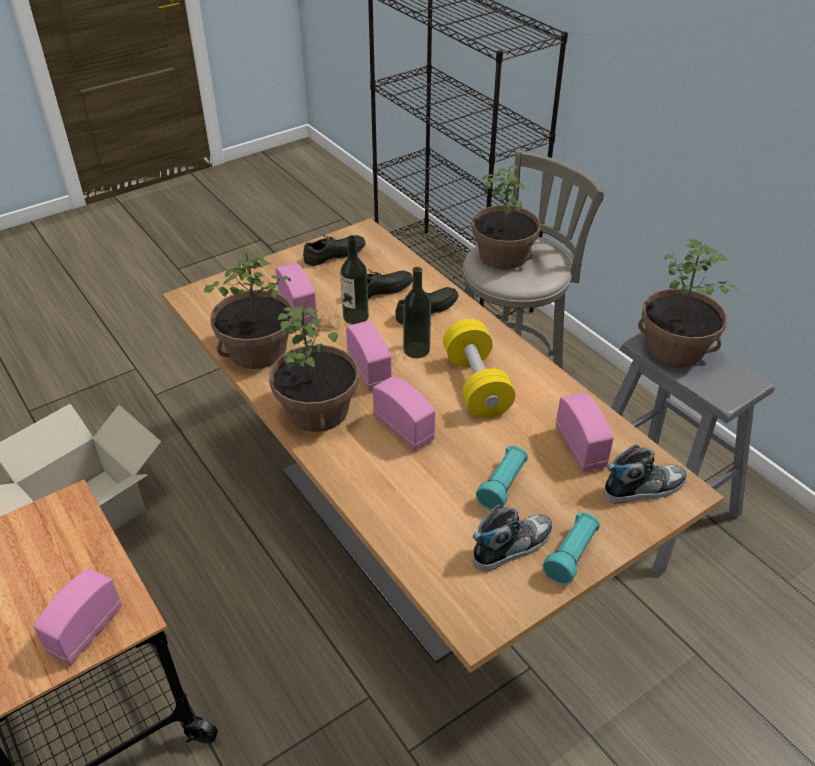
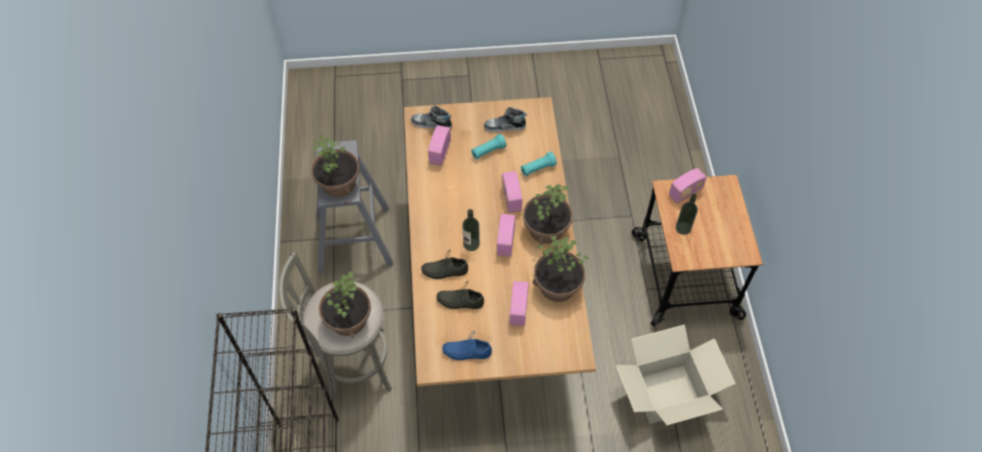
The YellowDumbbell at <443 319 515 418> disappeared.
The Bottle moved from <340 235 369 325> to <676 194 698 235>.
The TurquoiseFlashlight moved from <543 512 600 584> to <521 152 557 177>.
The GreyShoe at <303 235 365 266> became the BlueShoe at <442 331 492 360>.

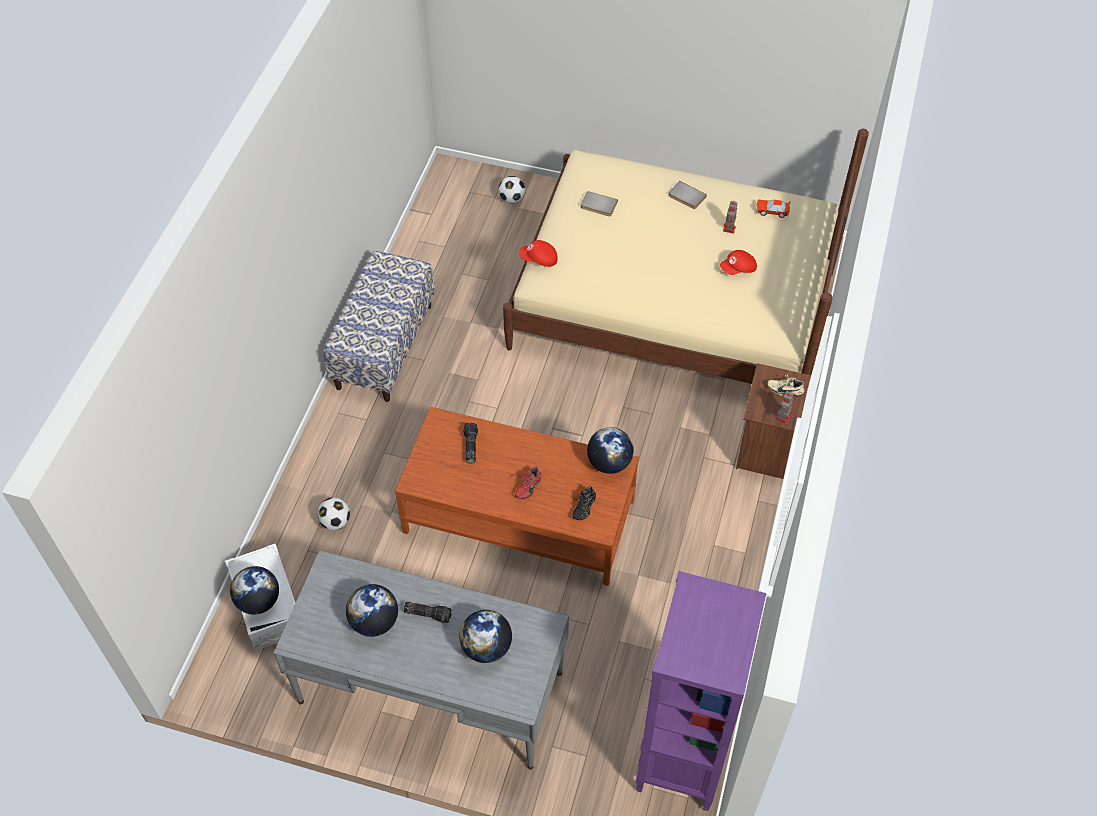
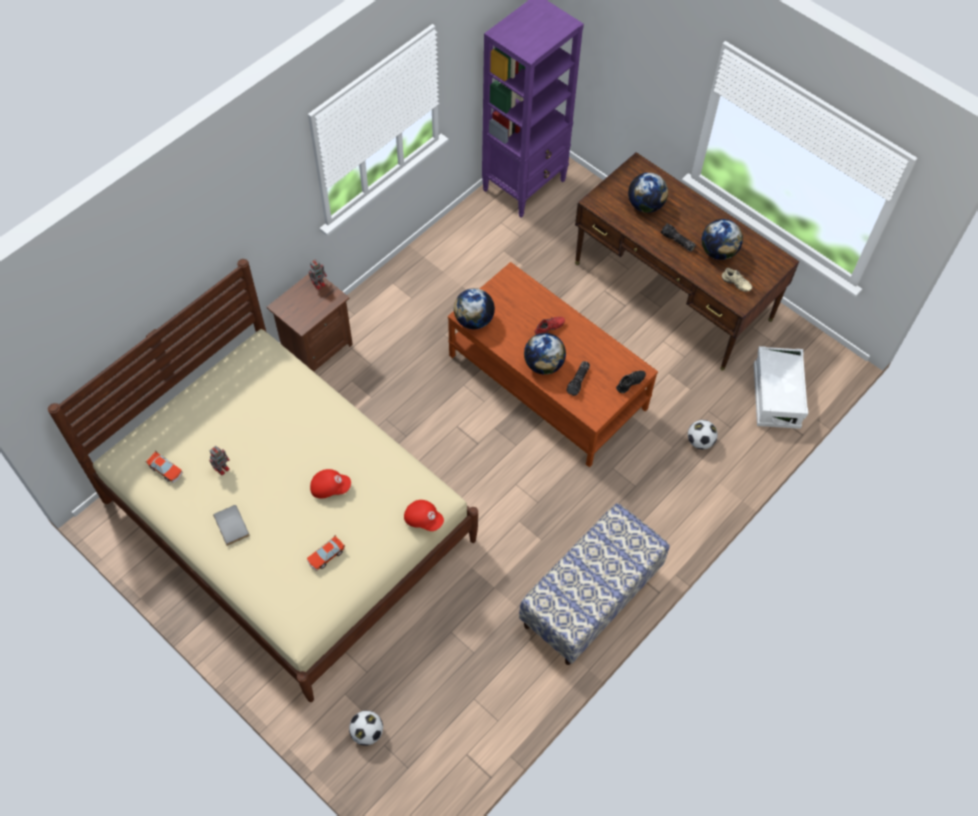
The Globe moved from <230 566 279 615> to <524 333 566 375>.
The BlackShoe moved from <572 486 596 520> to <616 371 646 393>.
The RedCap moved from <720 250 757 275> to <310 469 351 498>.
The BeigeShoe moved from <768 374 805 397> to <722 268 752 292>.
The GreyBook at <580 191 618 216> was replaced by the ToyCar at <307 535 345 571>.
The GreyDesk at <274 550 569 770> became the BrownDesk at <575 152 799 371>.

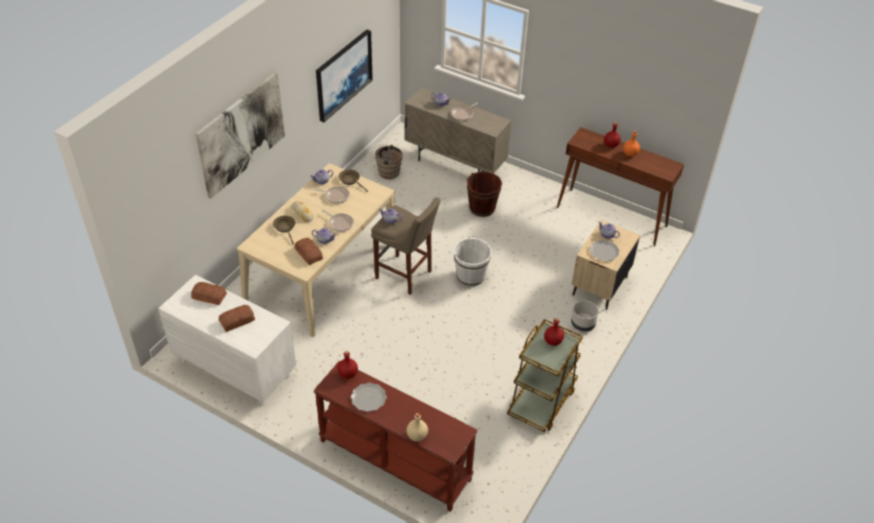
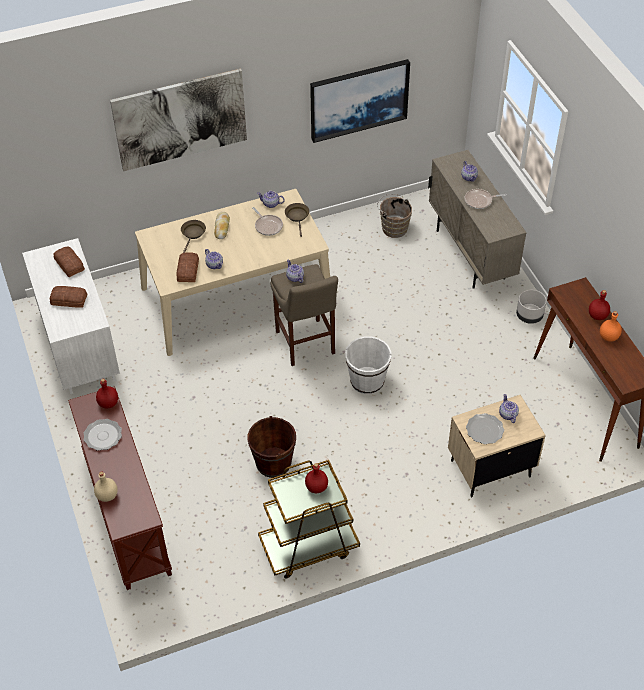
The FryingPan at <322 210 354 232> disappeared.
The BrownBucket moved from <467 171 502 217> to <248 416 296 478>.
The GreyPlanter moved from <571 300 599 332> to <516 290 547 324>.

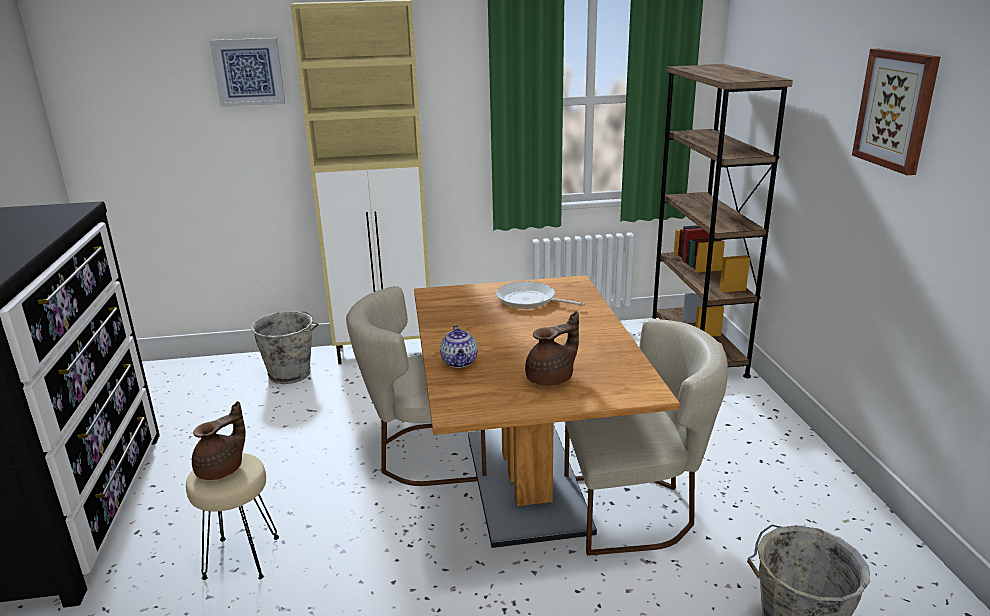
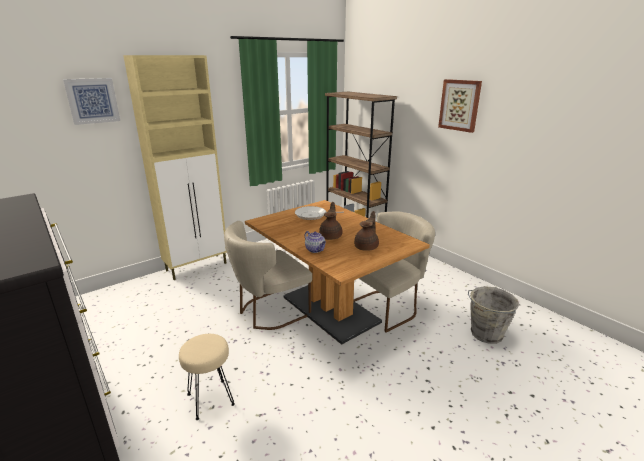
The GreyBucket at <251 311 319 384> disappeared.
The BrownTeapot moved from <192 401 245 480> to <319 202 342 240>.

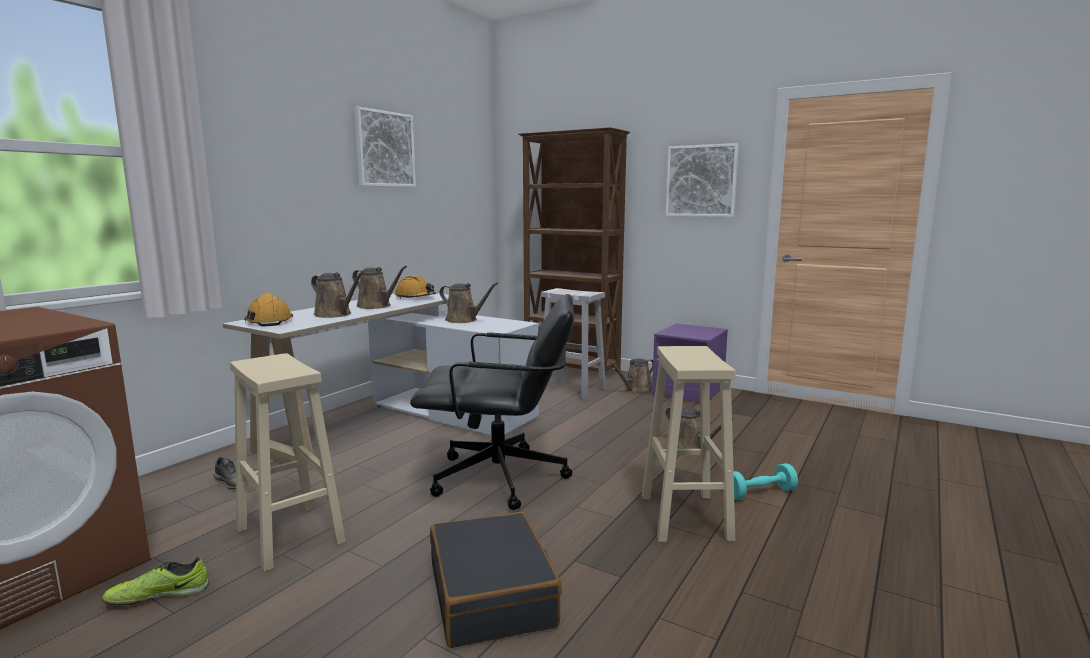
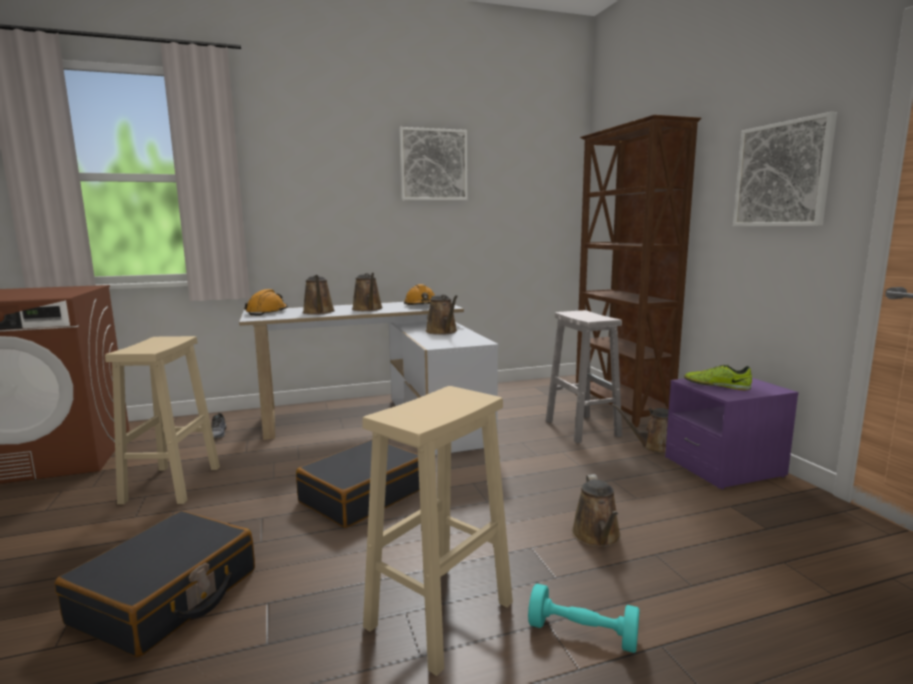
The Shoe moved from <102 557 209 606> to <684 365 752 390>.
The BlackOfficeChair at <410 294 574 510> was replaced by the BlackSuitcase at <296 439 419 528>.

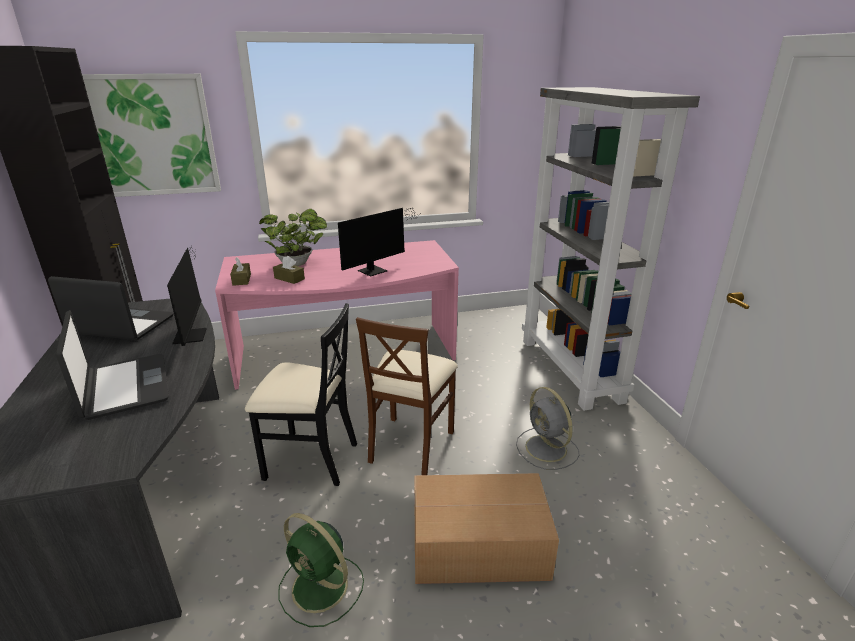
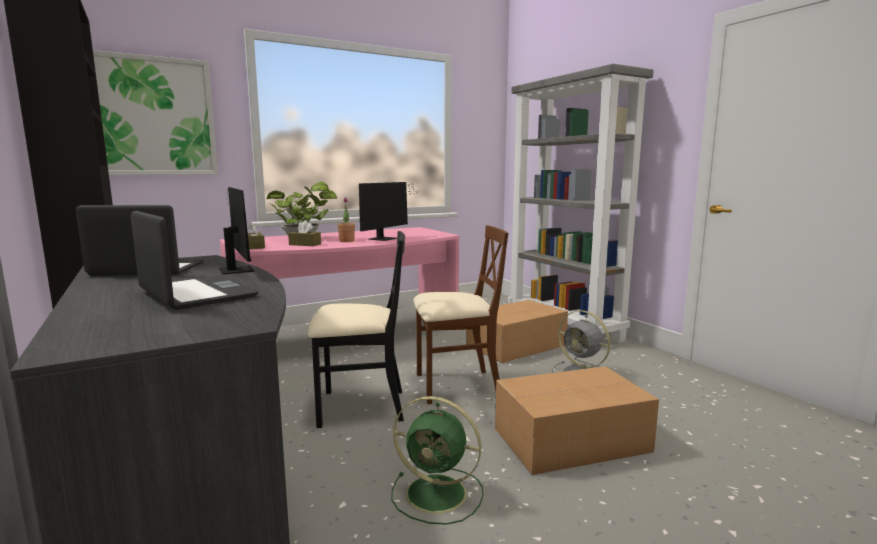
The PottedPlant at <337 197 355 242> appeared.
The CardboardBox at <466 300 568 363> appeared.
The BrownChair at <356 317 458 475> turned 105 degrees counterclockwise.

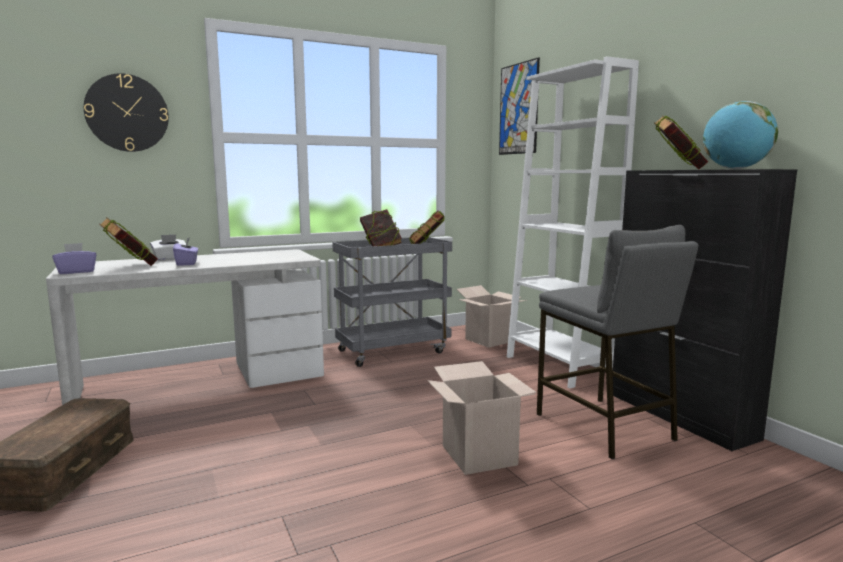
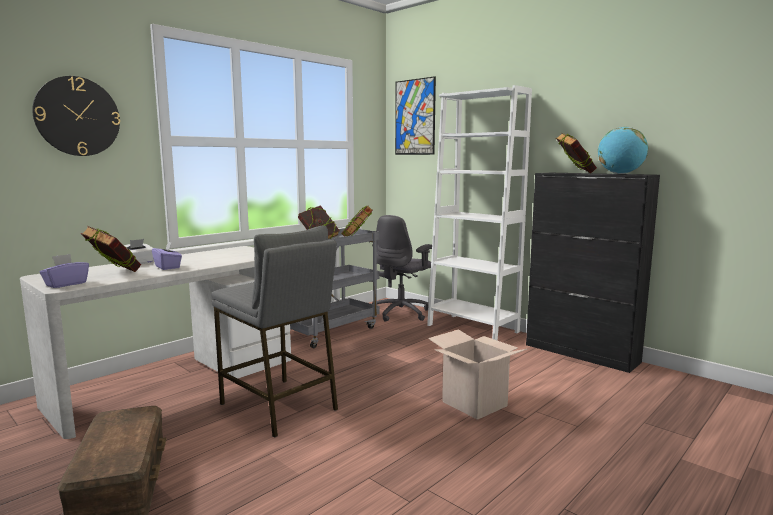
The GreyStool moved from <537 225 698 459> to <211 225 338 438>.
The CardboardBox at <457 285 527 348> was replaced by the GreyOfficeChair at <372 215 432 322>.

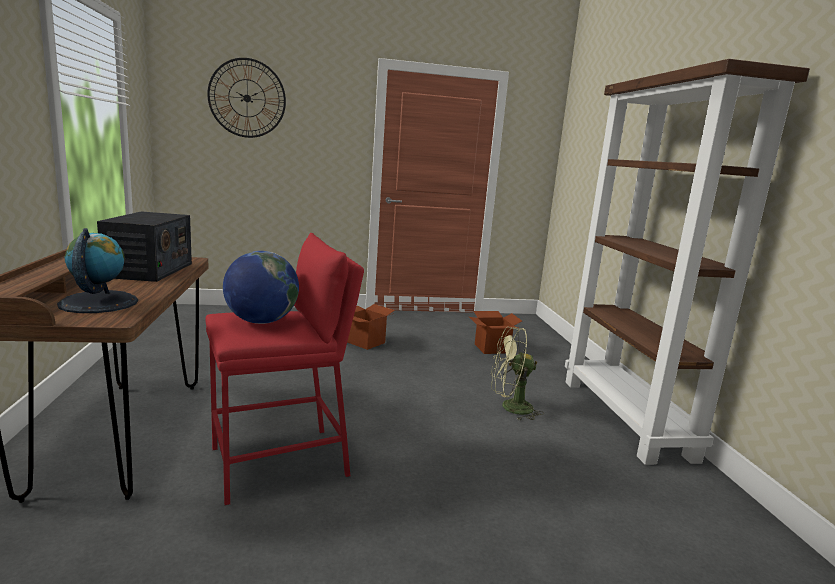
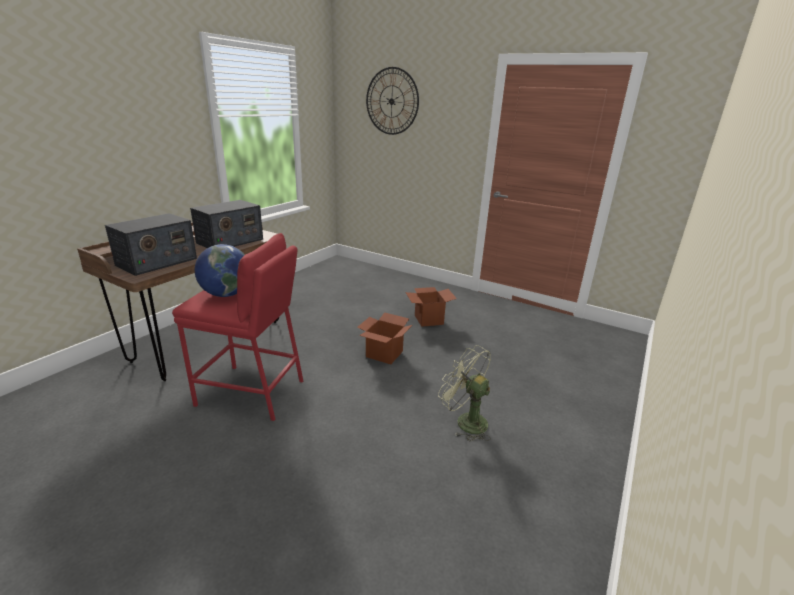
The BrownBookcase at <565 59 810 465> disappeared.
The CardboardBox moved from <469 311 522 354> to <357 312 412 364>.
The Globe at <57 228 138 313> was replaced by the Radio at <105 213 197 276>.

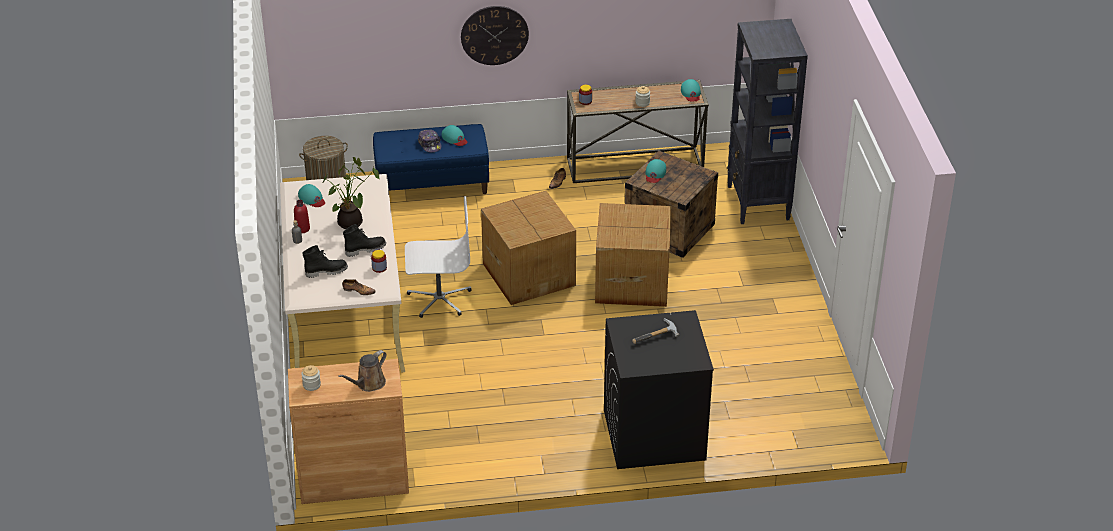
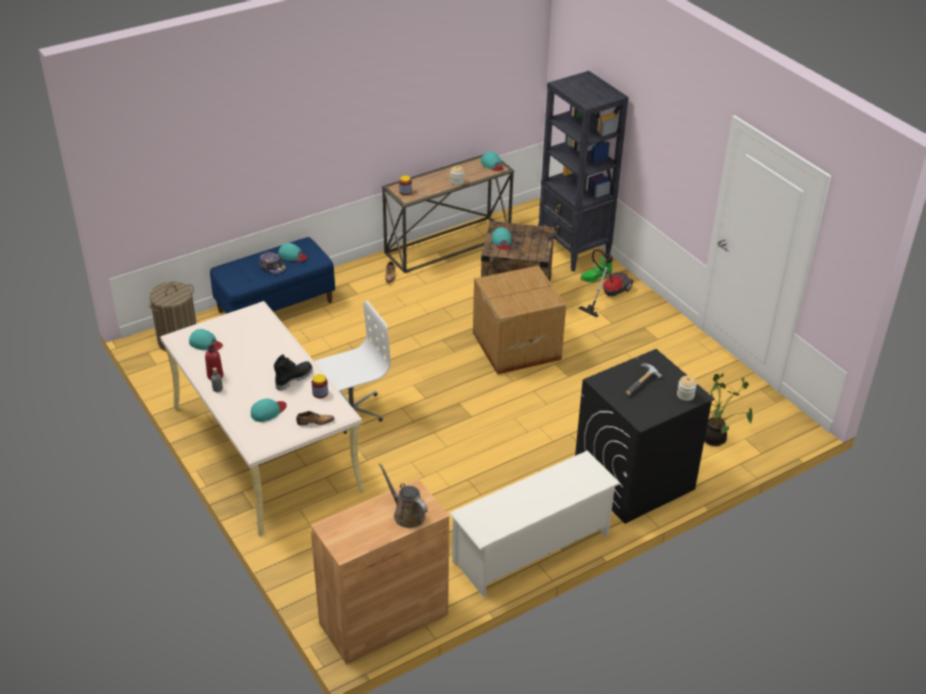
The WallClock at <461 6 529 65> disappeared.
The CardboardBox at <481 191 576 305> disappeared.
The WhiteShoeRack at <450 450 621 597> appeared.
The VacuumCleaner at <579 249 634 318> appeared.
The GreenBoot at <581 254 613 282> appeared.
The Jar moved from <301 365 321 391> to <677 376 697 401>.
The PottedPlant moved from <323 157 379 229> to <704 373 753 446>.
The BlackBoot at <302 245 348 278> was replaced by the TurquoiseCap at <251 399 287 422>.
The BrownWateringCan at <338 350 386 392> turned 120 degrees clockwise.

